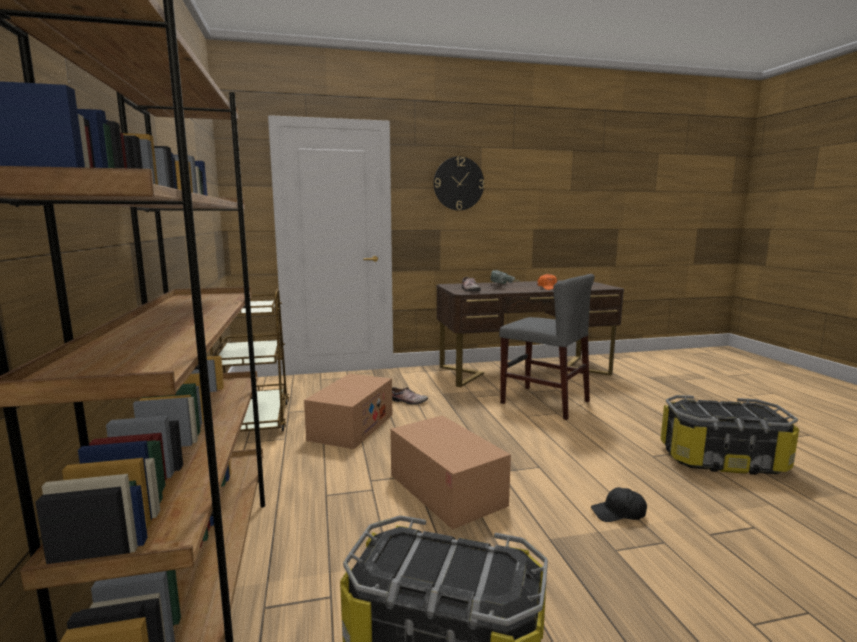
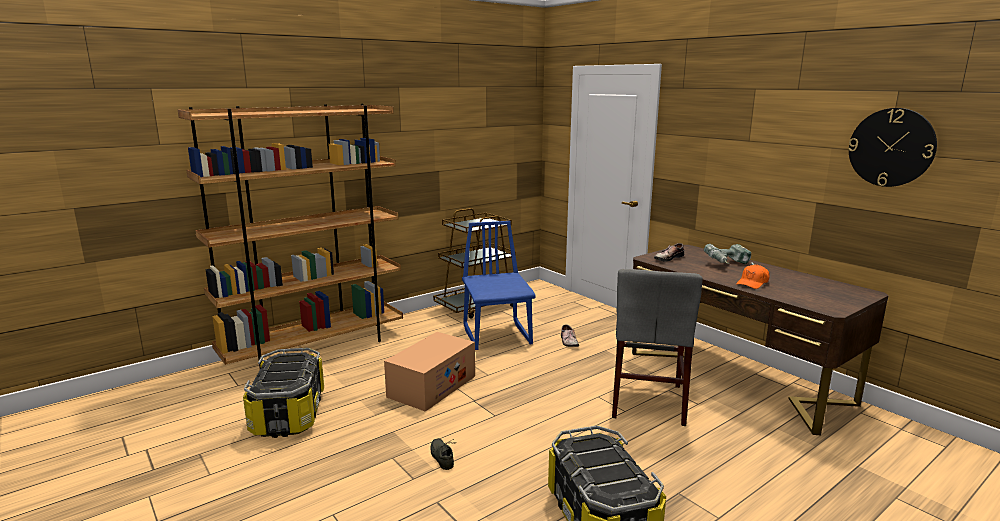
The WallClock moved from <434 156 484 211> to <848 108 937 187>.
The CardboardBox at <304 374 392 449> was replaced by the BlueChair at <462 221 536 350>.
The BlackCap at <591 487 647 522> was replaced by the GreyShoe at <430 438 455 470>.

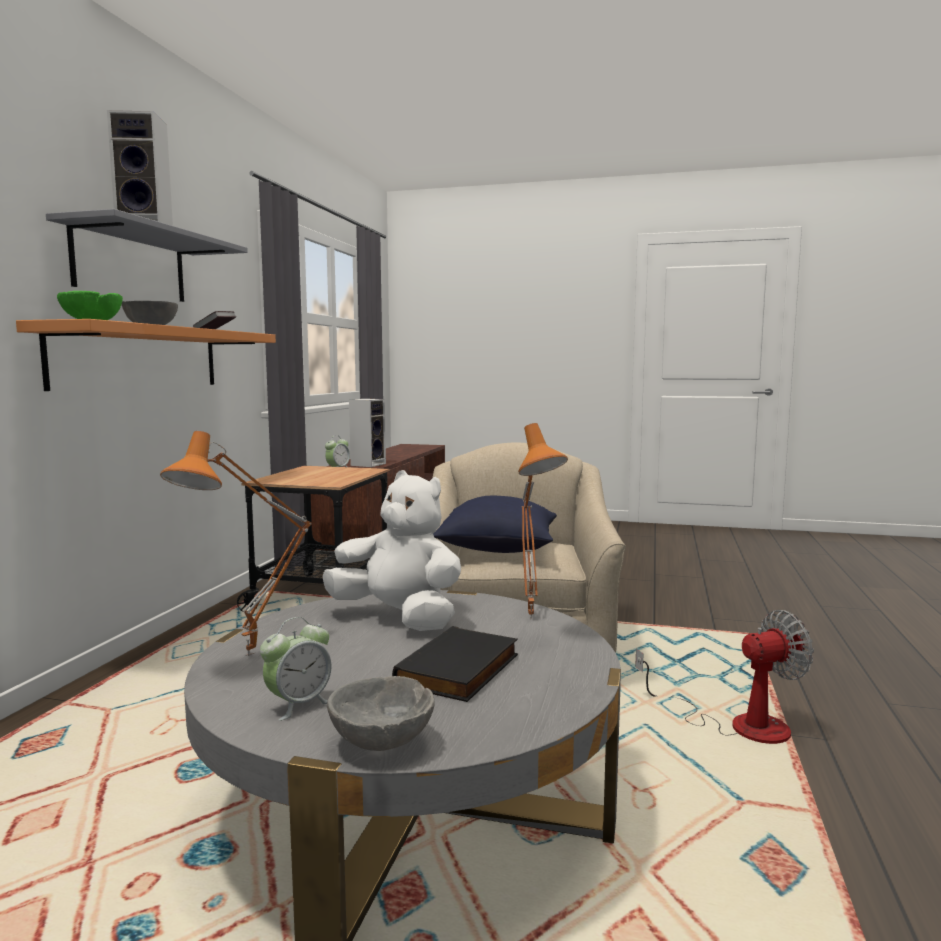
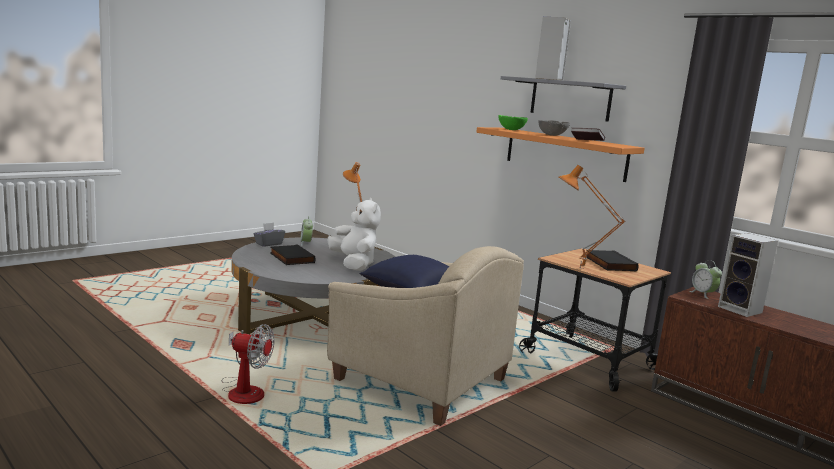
The BlackBook at <586 250 638 272> appeared.
The OrangeTableLamp moved from <518 423 568 620> to <559 165 626 269>.
The GreyBowl at <327 676 435 751> was replaced by the GreyTissueBox at <254 222 285 247>.
The WhitePlushToy at <323 470 461 631> turned 90 degrees counterclockwise.
The Fan at <635 610 814 744> turned 90 degrees counterclockwise.

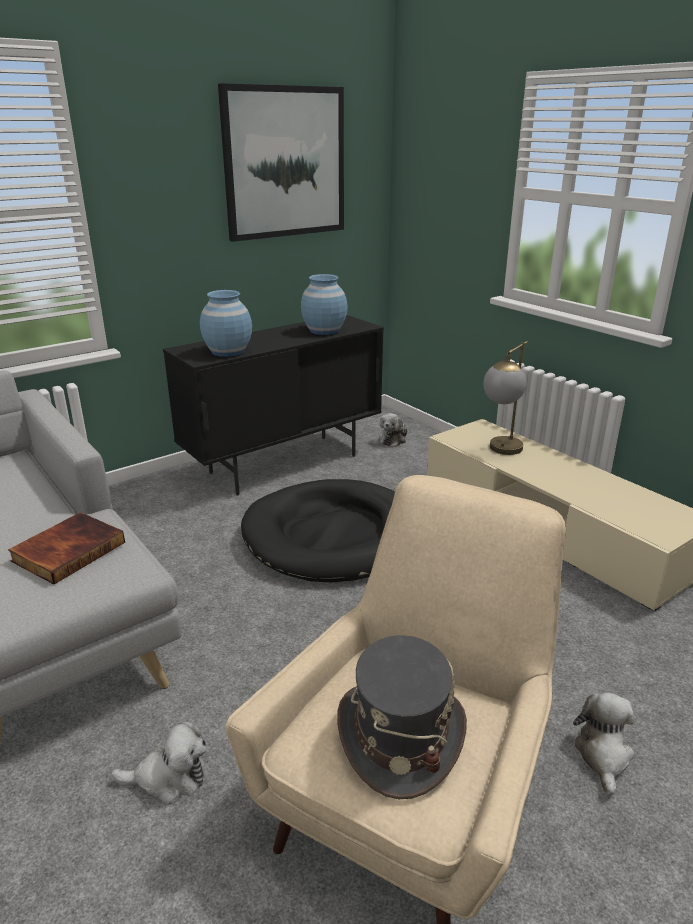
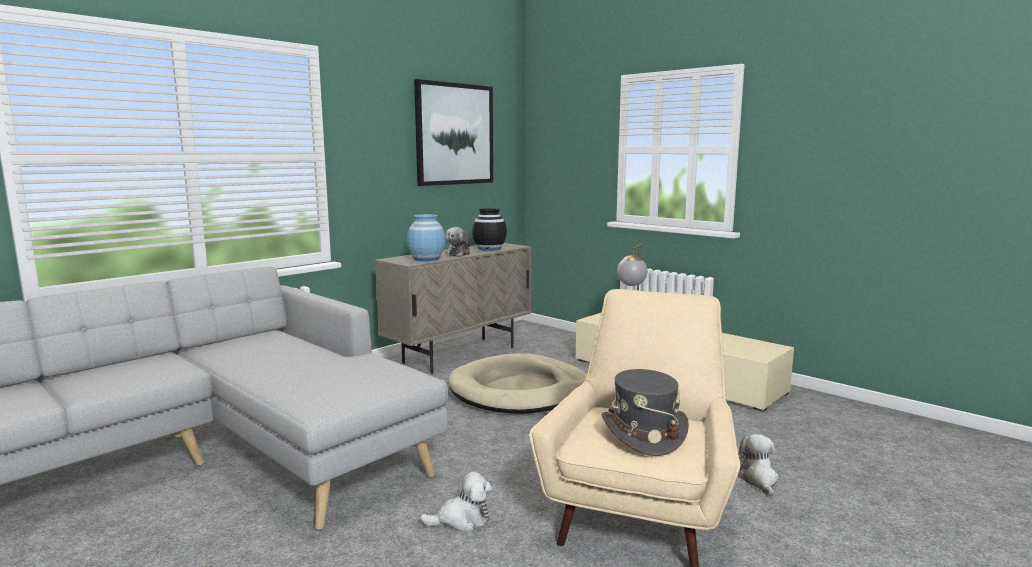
The Book at <8 512 125 584> disappeared.
The PlushToy moved from <379 413 408 447> to <445 227 471 257>.
The BlackCabinet at <163 315 384 496> became the BeigeCabinet at <375 243 531 374>.
The BlackDogBed at <241 479 395 582> became the BeigeDogBed at <449 354 587 414>.
The BlueVase at <301 274 348 335> became the BlackVase at <472 208 507 251>.

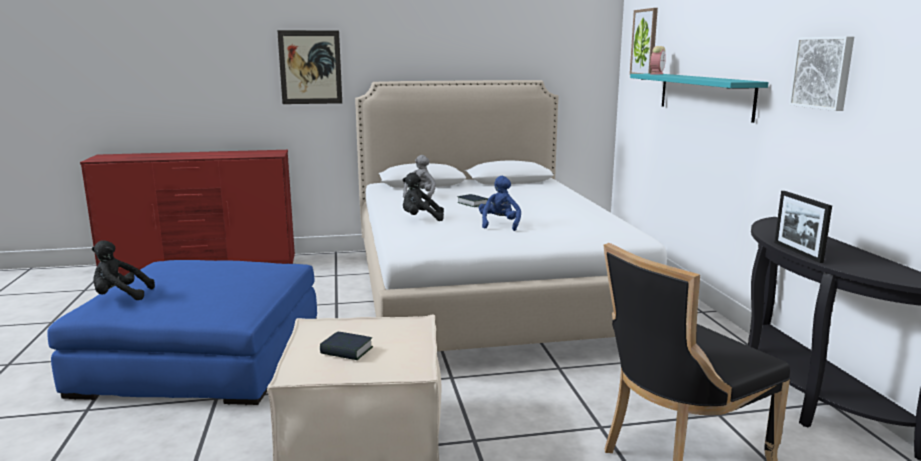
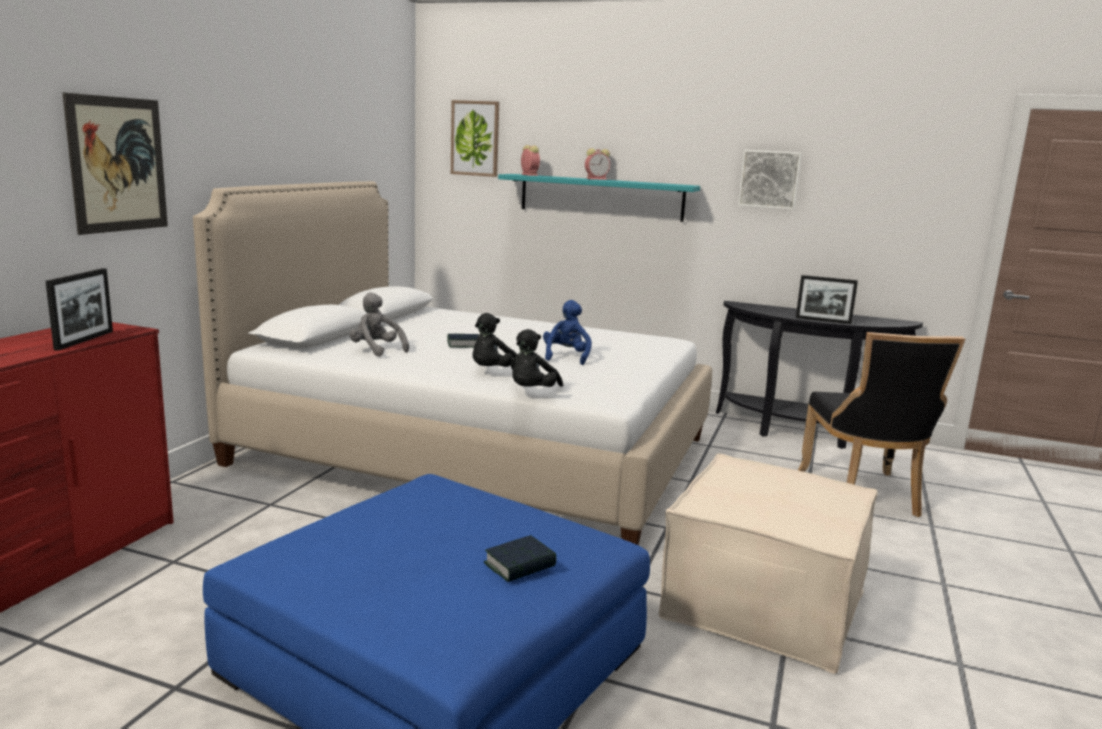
The PictureFrame at <45 268 113 351> appeared.
The AlarmClock at <585 148 610 180> appeared.
The BlackPlushToy moved from <92 240 155 300> to <510 329 563 387>.
The Book moved from <320 331 373 360> to <484 535 556 582>.
The BluePlushToy at <479 176 521 231> turned 60 degrees clockwise.

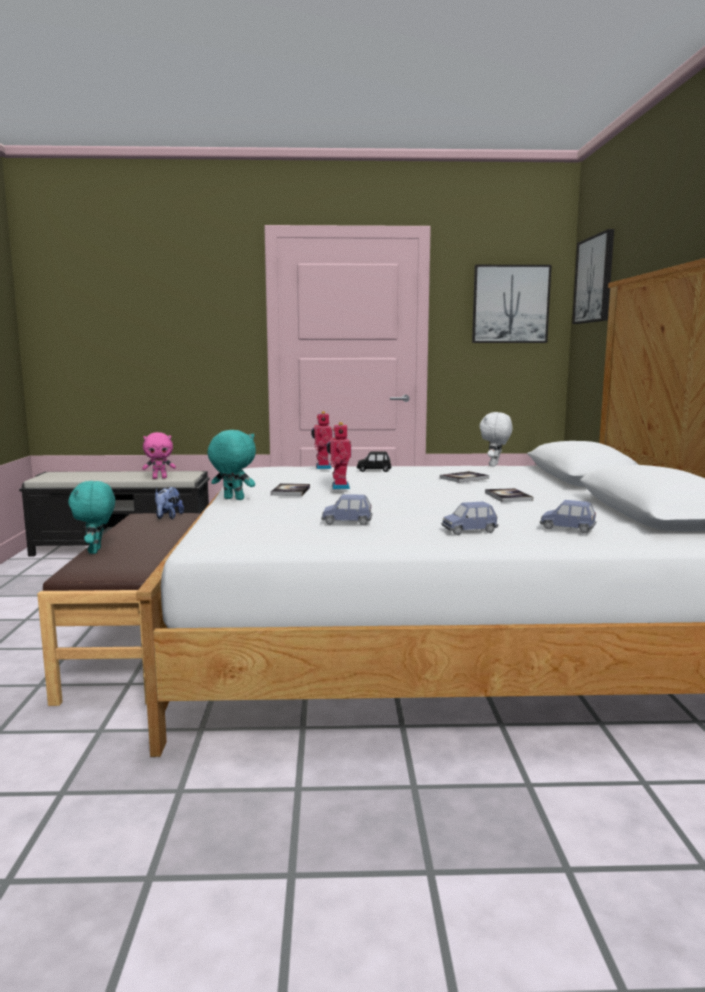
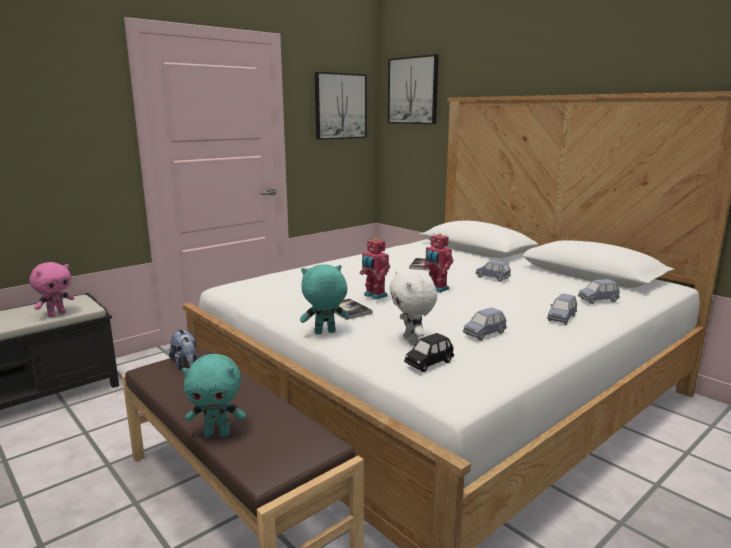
The ToyRobot moved from <311 411 333 469> to <423 233 453 293>.
The BlackToyCar moved from <357 451 391 472> to <404 333 454 372>.
The WhitePlushToy moved from <479 412 513 466> to <389 270 437 345>.
The Book at <485 488 533 502> was replaced by the BlueToyCar at <475 260 511 282>.
The TurquoisePlushToy at <68 481 115 554> turned 45 degrees counterclockwise.

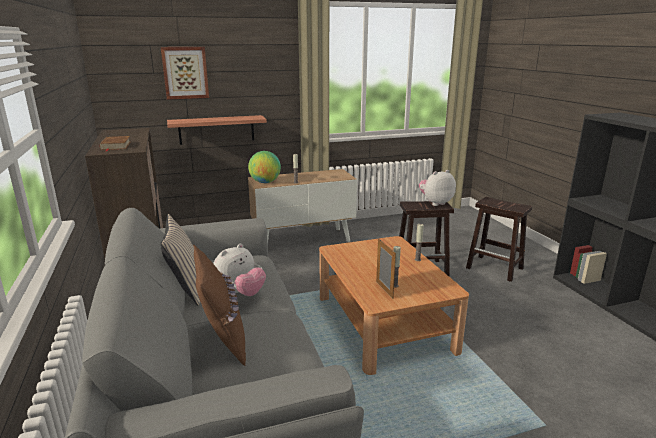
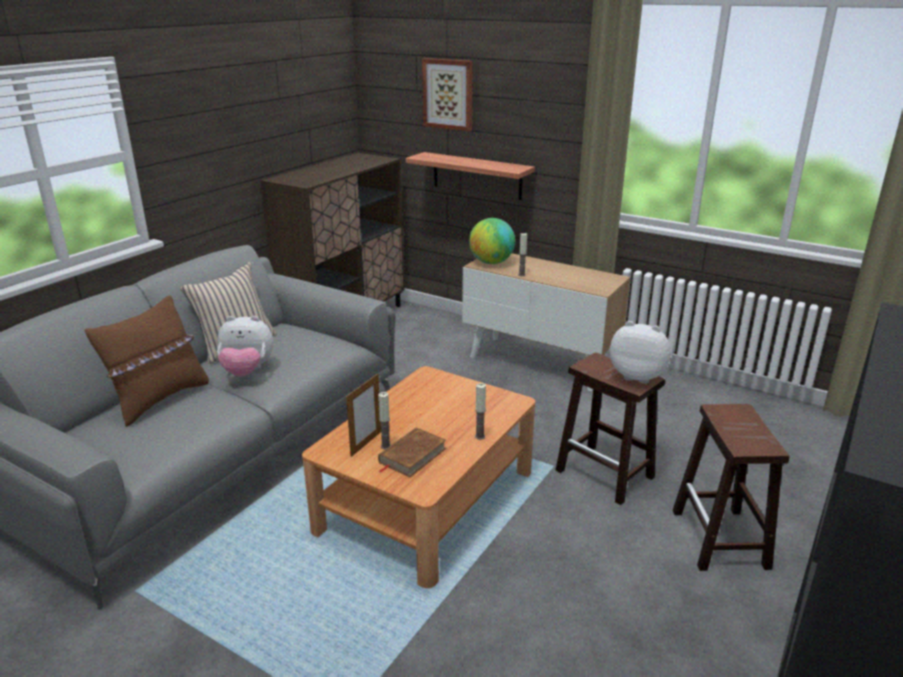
The BrownBook moved from <99 136 131 152> to <378 427 446 477>.

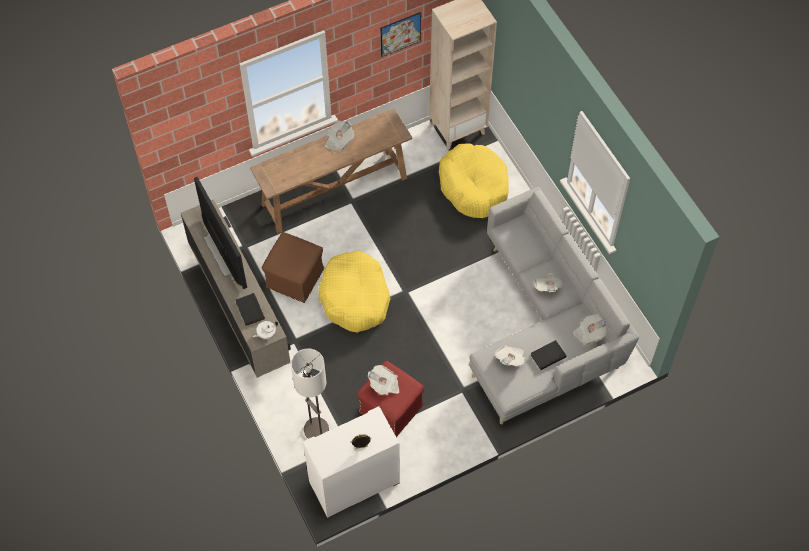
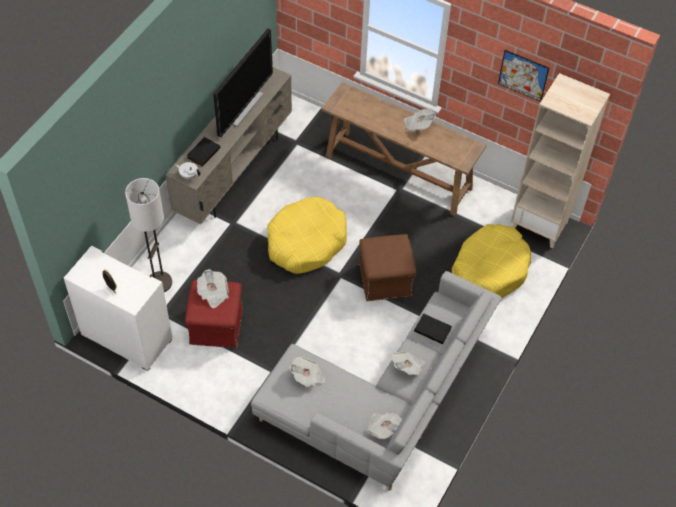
The BrownOttoman moved from <262 232 324 303> to <359 234 417 301>.
The BlackBook moved from <531 340 566 370> to <414 313 452 344>.

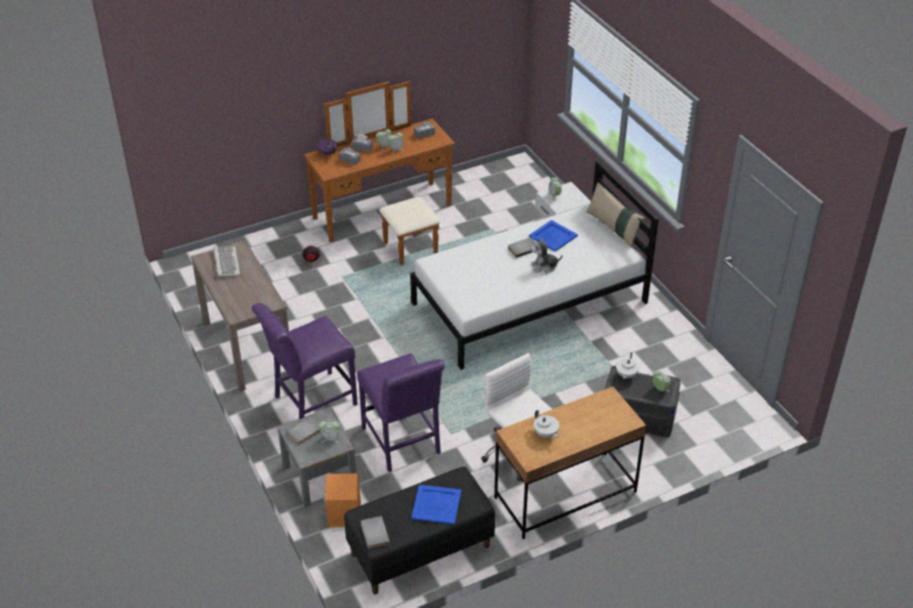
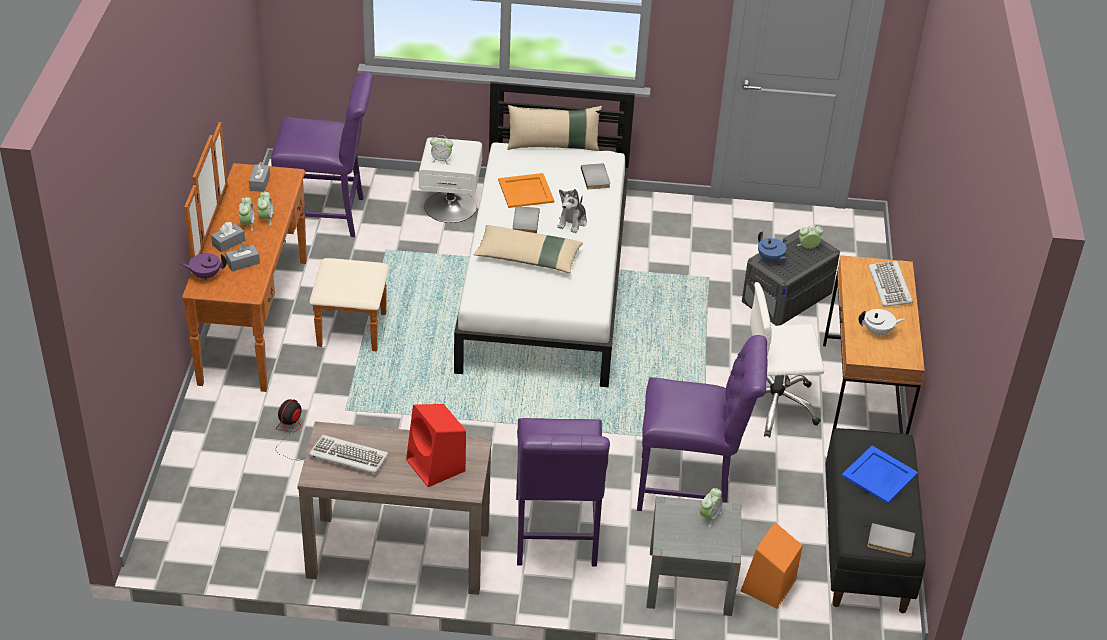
The PurpleChair at <271 72 373 237> appeared.
The RedSpeaker at <406 404 466 487> appeared.
The BeigePillow at <474 225 583 273> appeared.
The Keyboard at <868 261 913 307> appeared.
The GreyBook moved from <286 416 321 445> to <581 164 610 189>.
The BlueTray at <529 220 578 252> became the OrangeTray at <498 173 554 208>.
The WhiteTeapot at <616 353 639 379> became the BlueTeapot at <758 231 788 263>.

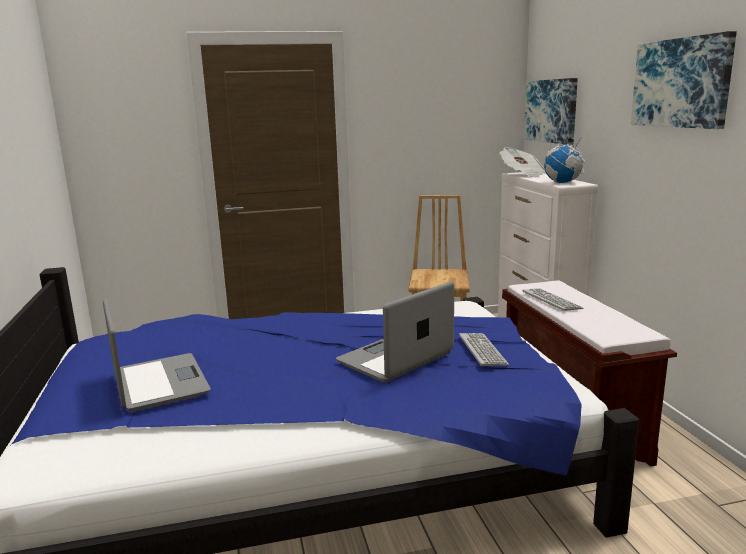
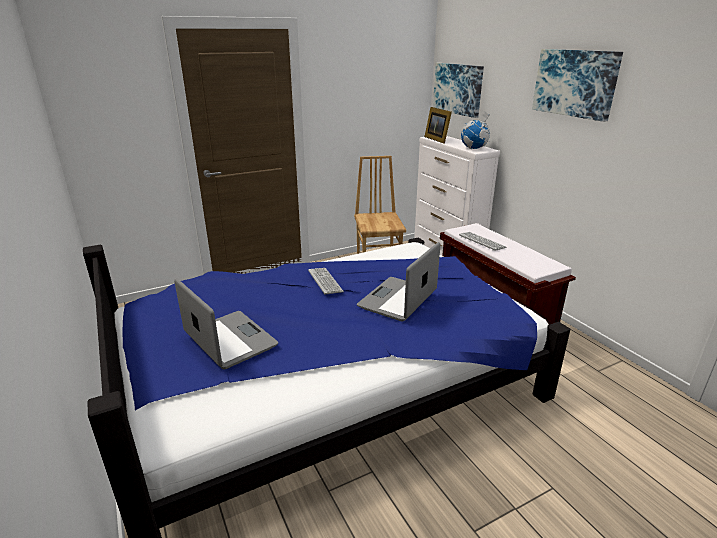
The Keyboard moved from <459 333 509 366> to <308 268 344 295>.
The Newspaper at <500 147 546 178> was replaced by the PictureFrame at <424 107 452 144>.

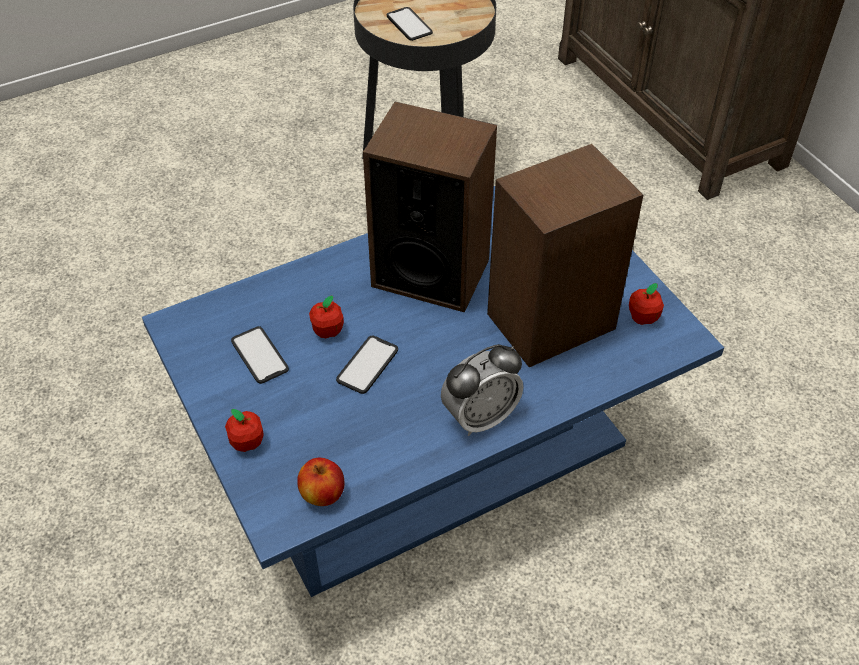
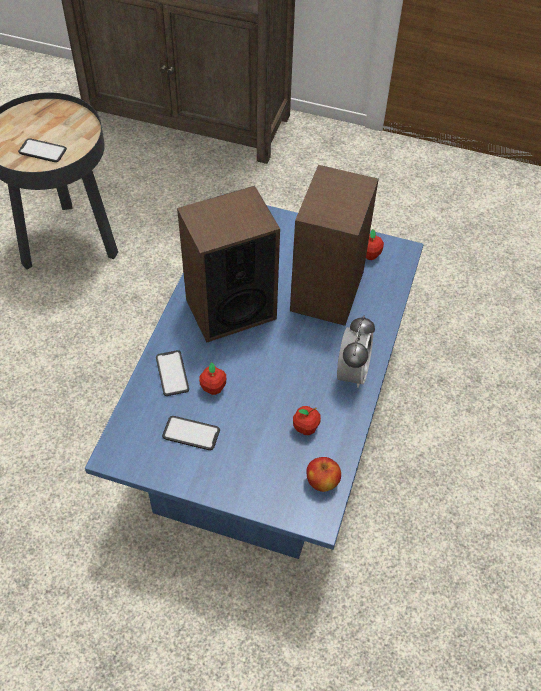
The Apple moved from <225 409 264 452> to <293 406 321 435>.
The Phone moved from <336 335 398 394> to <156 350 189 396>.

